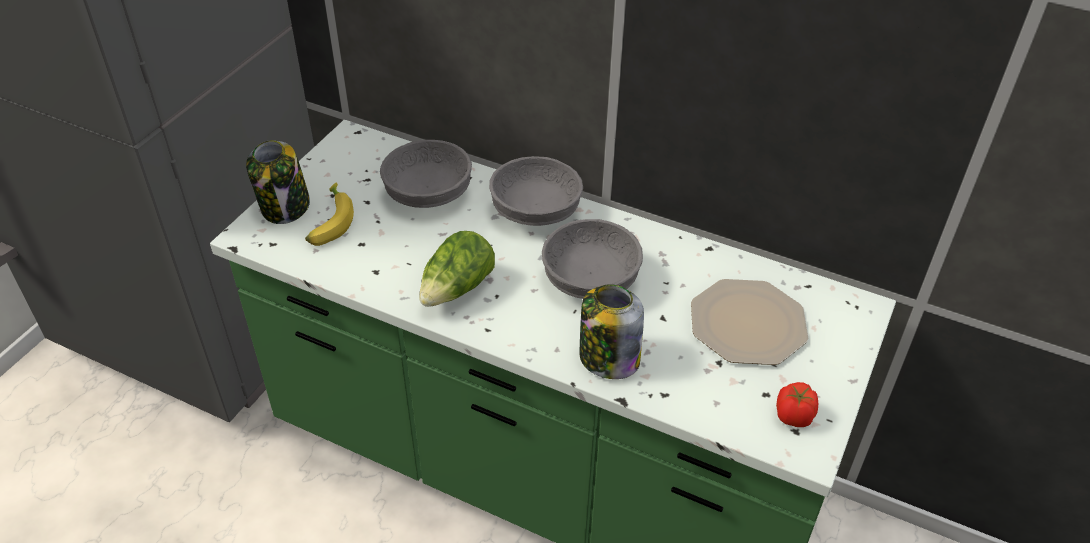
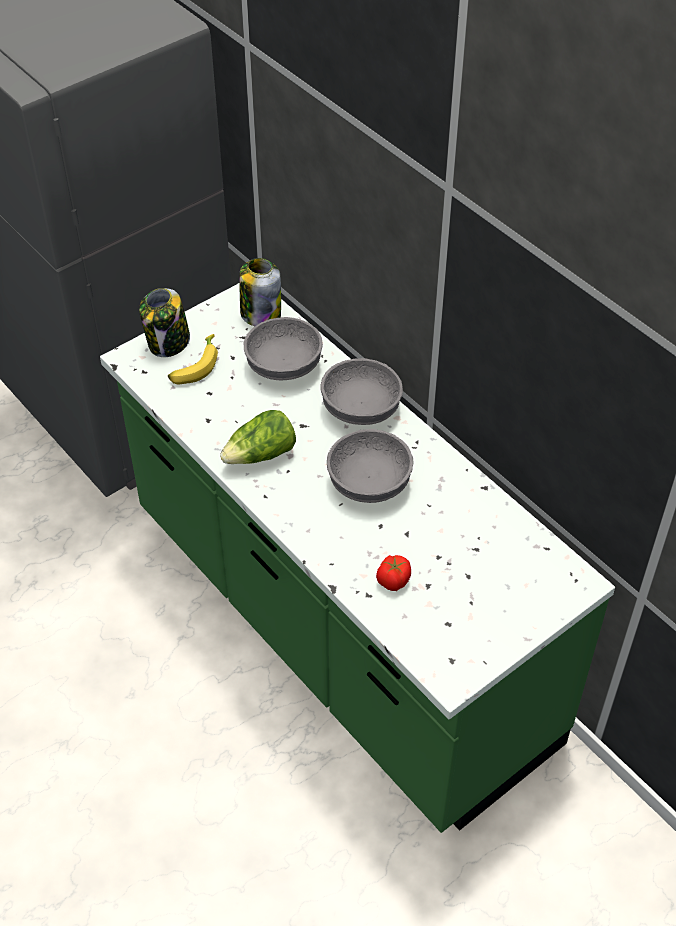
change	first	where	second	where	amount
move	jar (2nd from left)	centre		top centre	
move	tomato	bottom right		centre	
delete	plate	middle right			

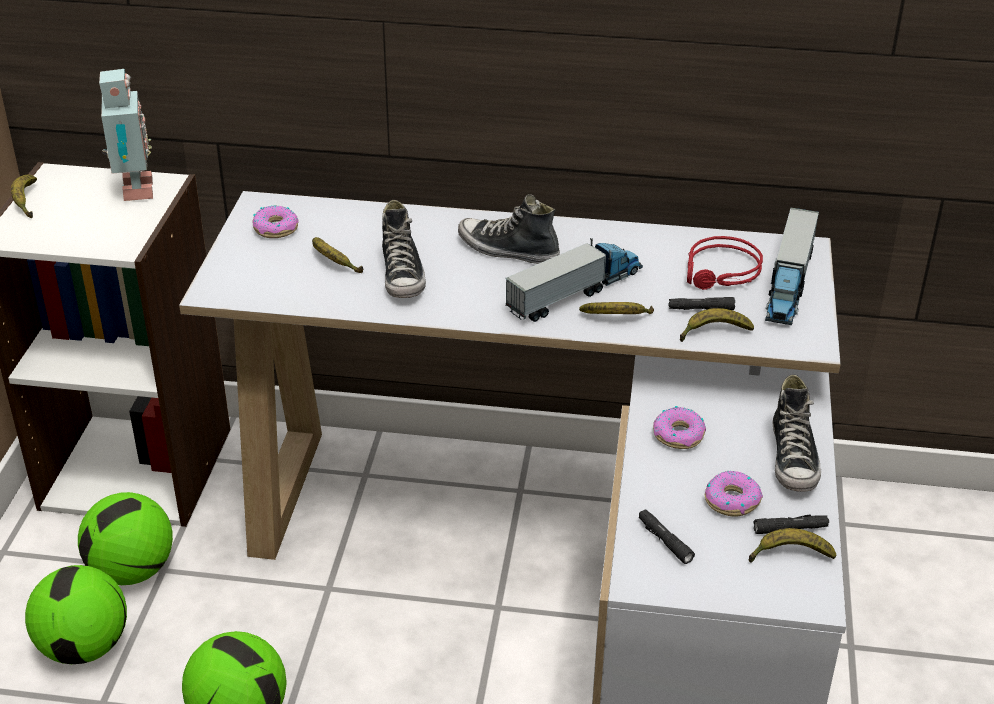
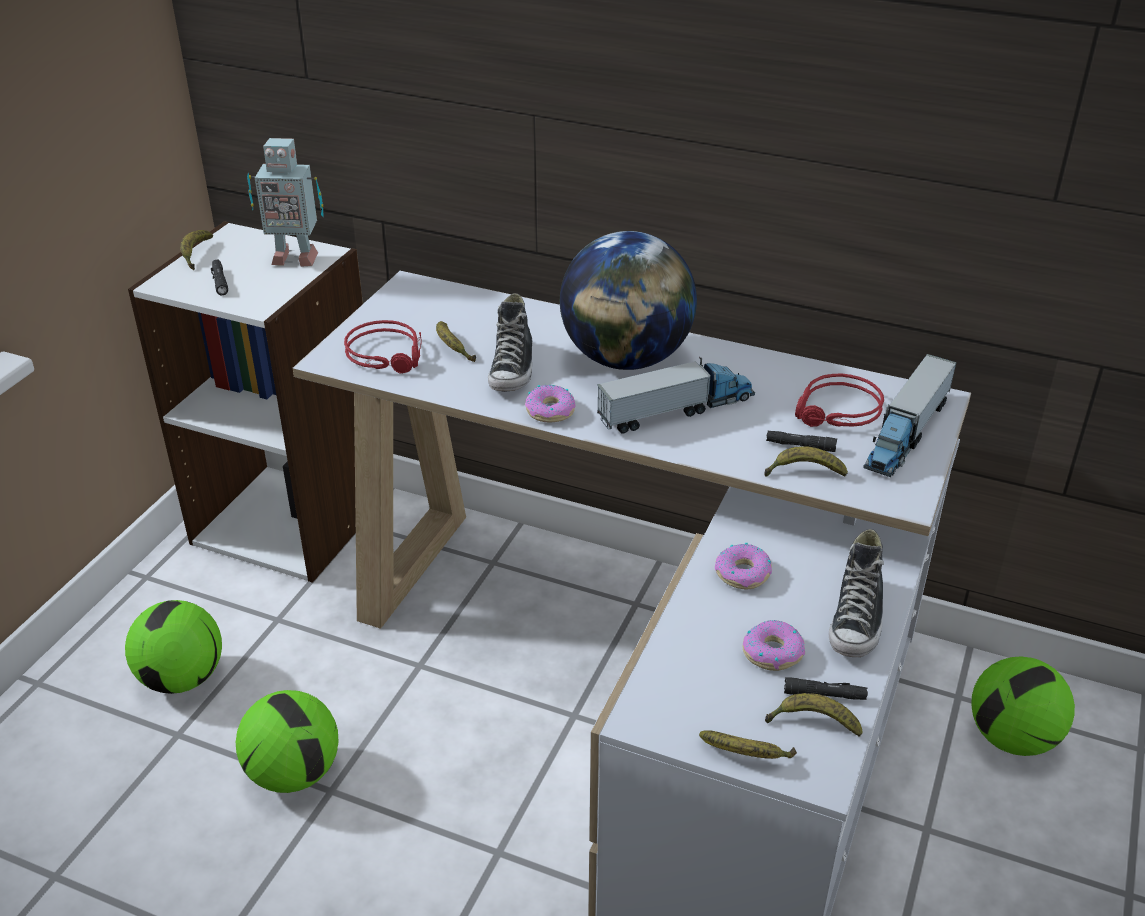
change	first	where	second	where	amount
move	flashlight (black) (1st from left)	bottom right		top left	
rotate	toy robot	top left		top left	90 degrees clockwise
insert			headphones (red) (1st from left)	centre	
move	donut (1st from left)	top left		centre	
replace	shoe (2nd from left)	top centre	globe	top centre	
move	banana (3rd from left)	centre		bottom centre	
move	football (2nd from left in the first image)	bottom left	football (3rd from left)	bottom right	

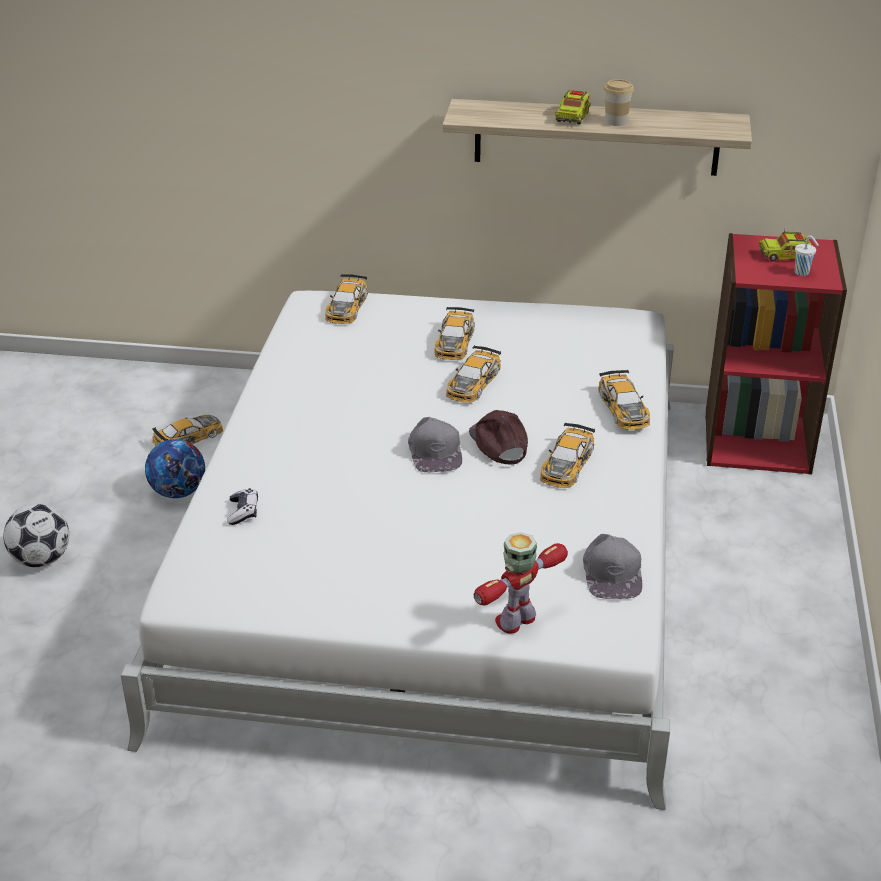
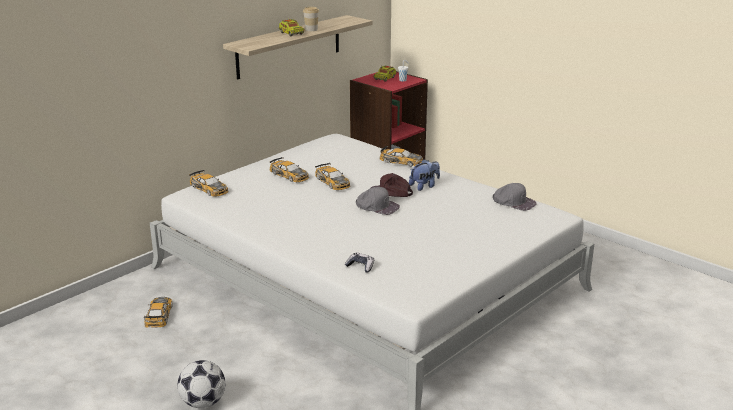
change	first	where	second	where	amount
replace	toy car (5th from left)	centre	plush toy	centre	
delete	football (2nd from left)	middle left			
delete	toy robot	centre			

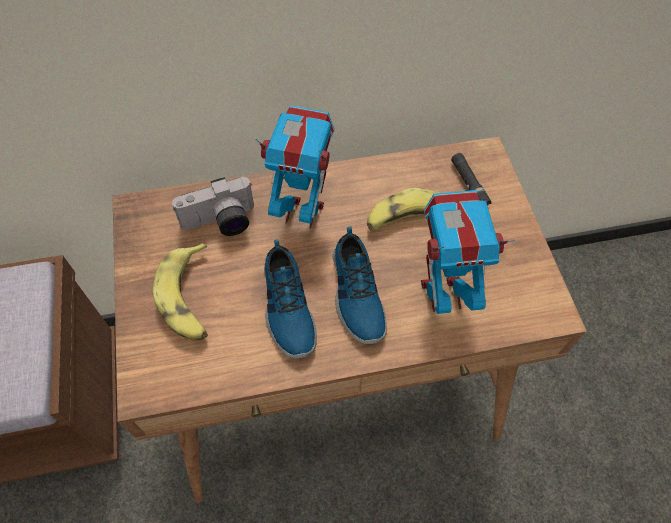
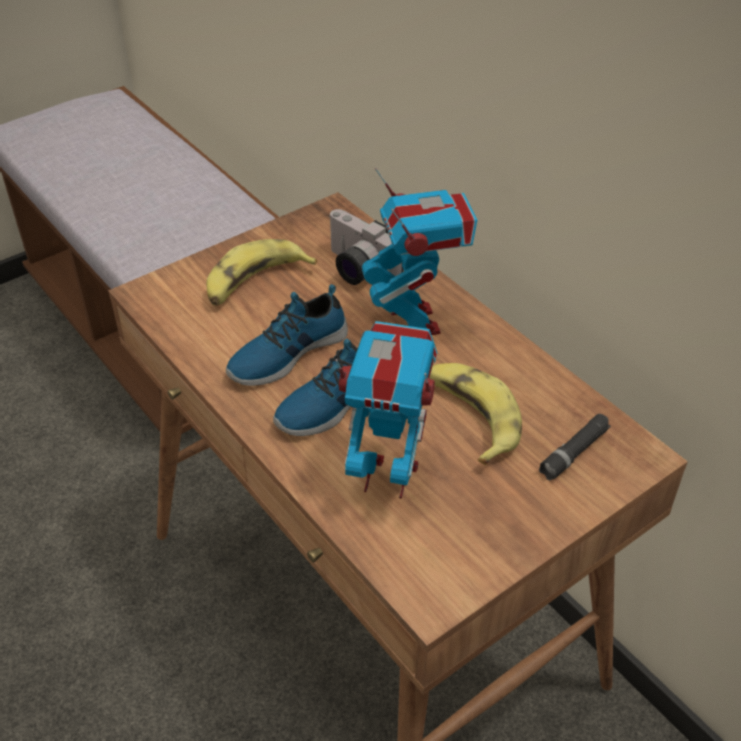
change	first	where	second	where	amount
rotate	toy robot (2nd from left in the first image)	middle right	toy robot (1st from left)	centre	45 degrees counterclockwise

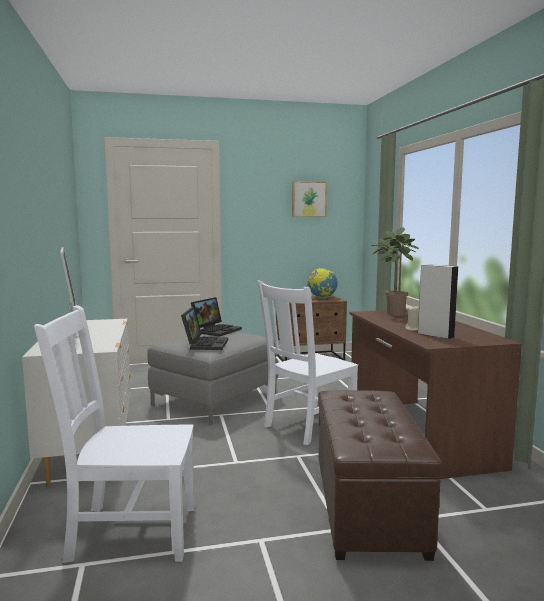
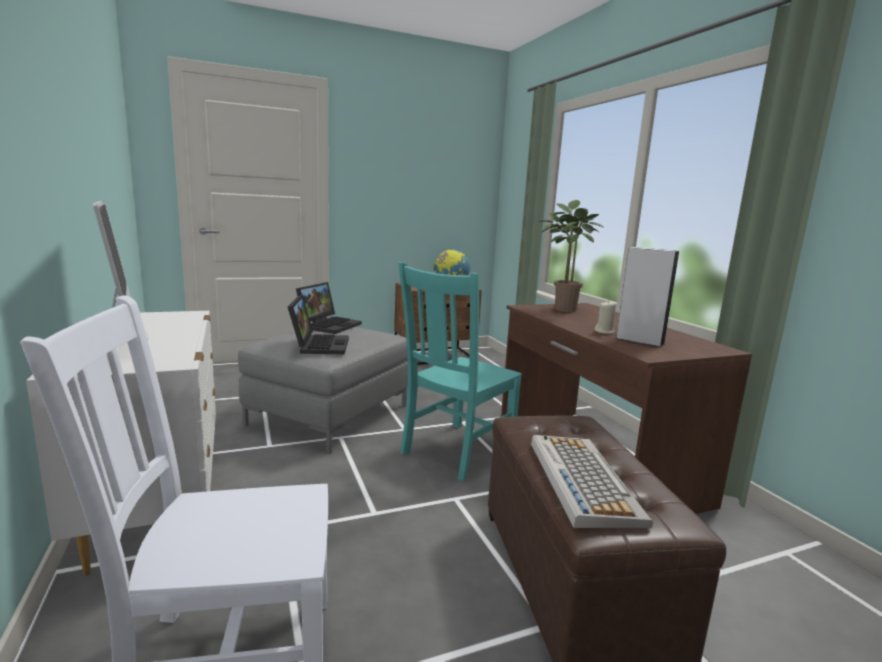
change	first	where	second	where	amount
recolor	chair (white) (2nd from left)	centre	chair (turquoise)	centre	
insert			keyboard	bottom right	
delete	picture	top centre			

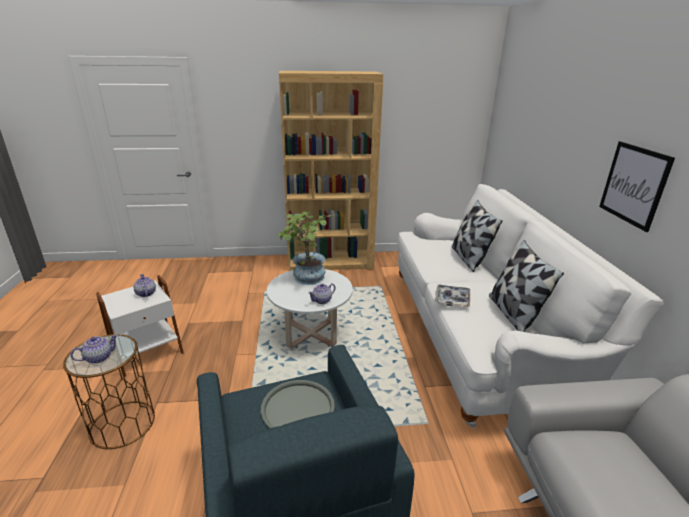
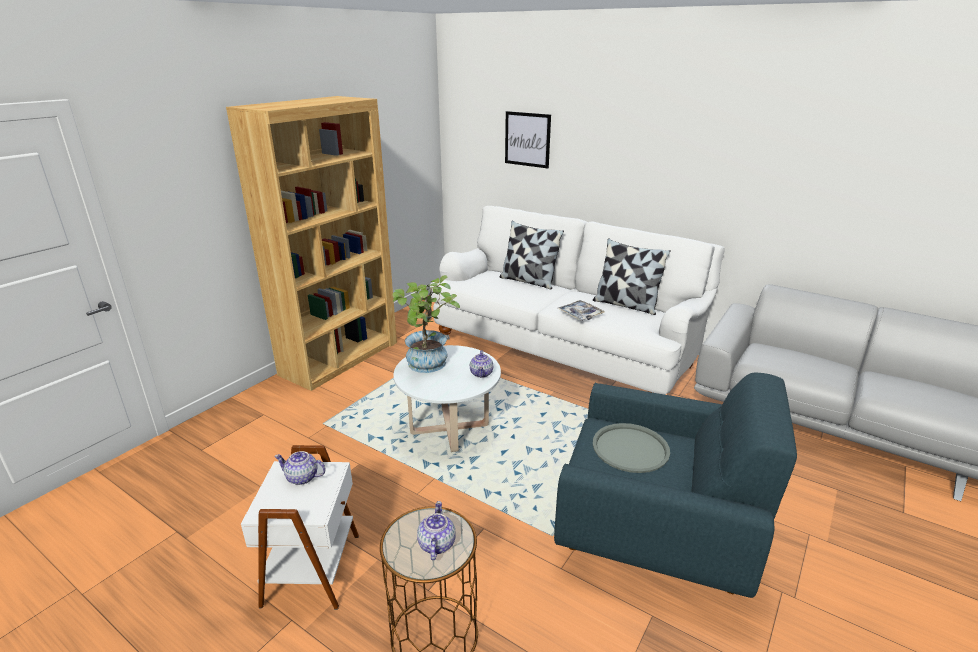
change	first	where	second	where	amount
move	picture	middle right		top centre	

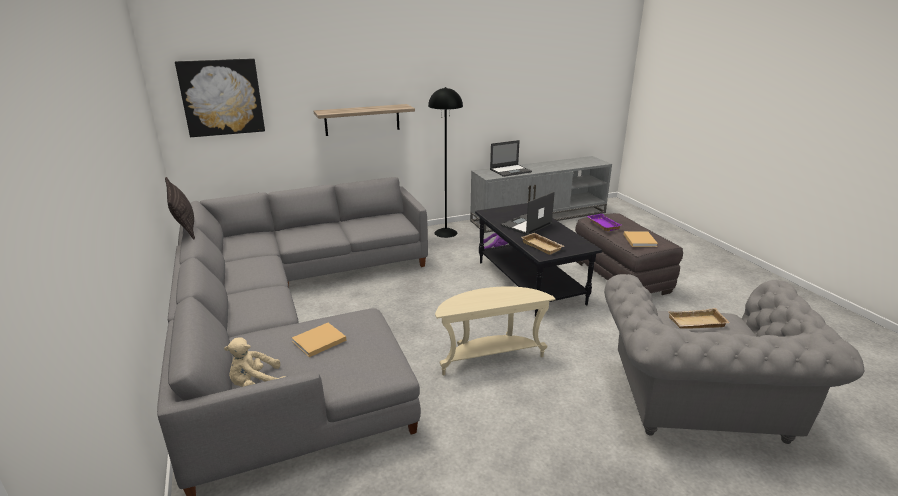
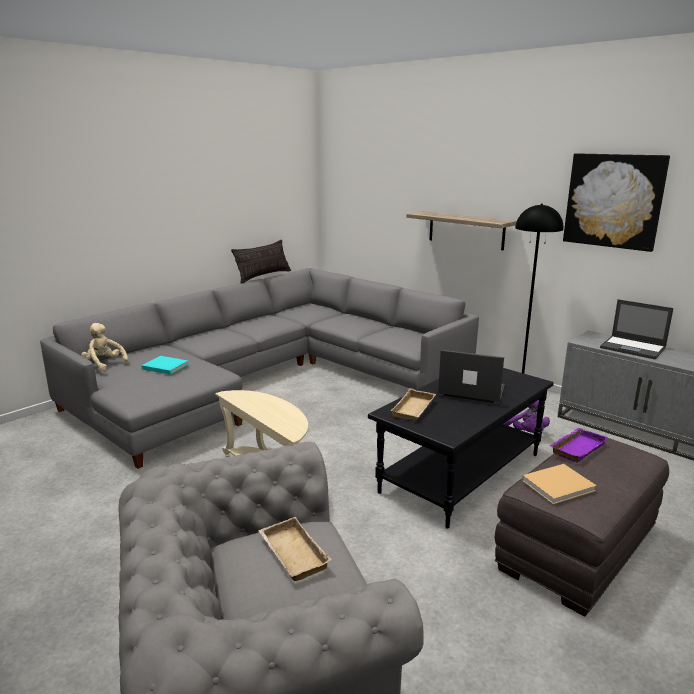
change	first	where	second	where	amount
recolor	book (beige) (1st from left)	bottom centre	book (turquoise)	middle left	
move	picture	top left		top right	

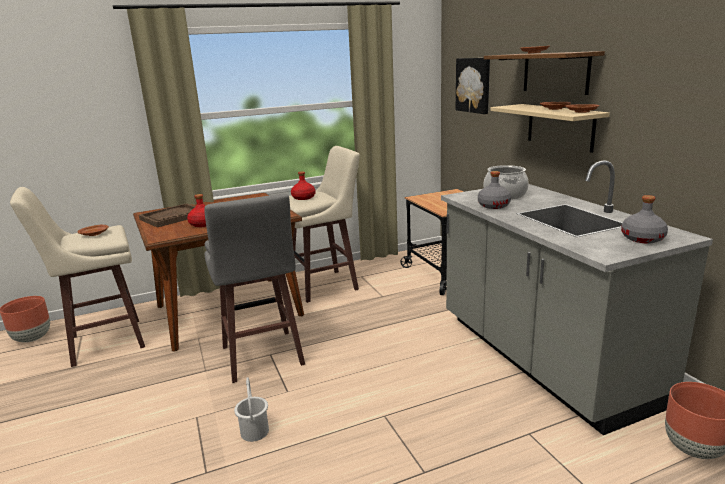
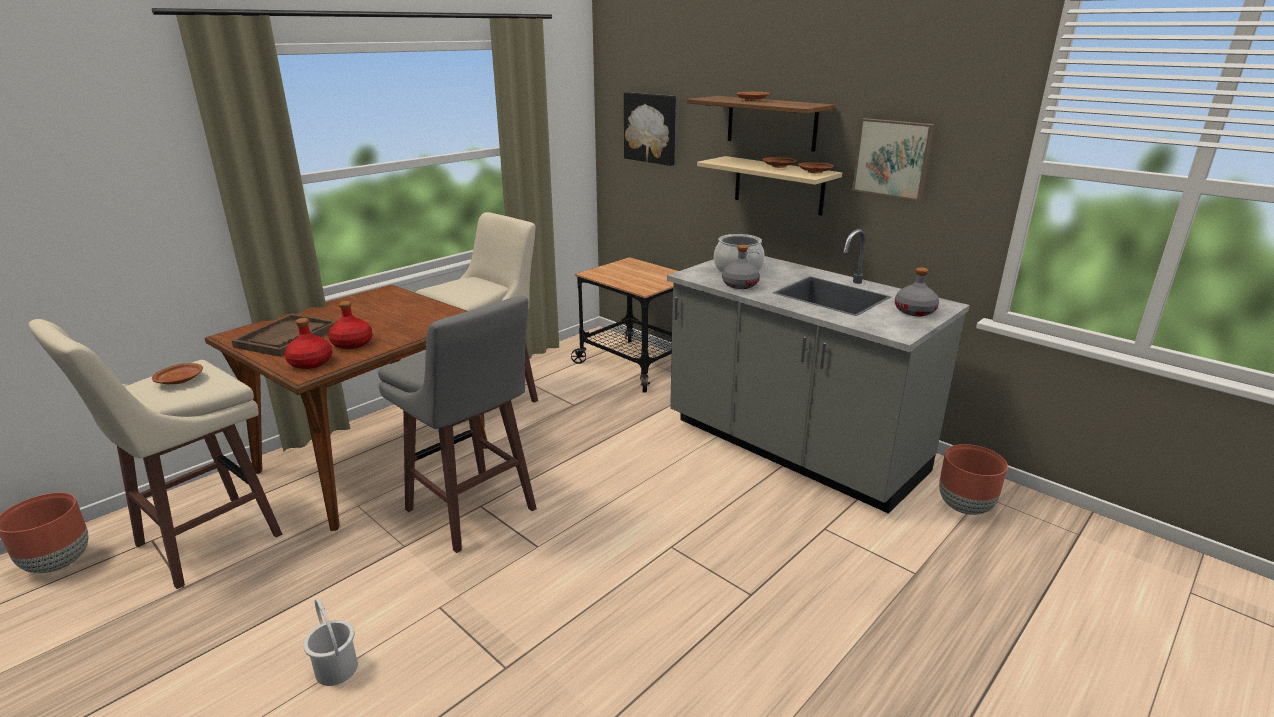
change	first	where	second	where	amount
move	bottle (red) (2nd from left in the first image)	centre	bottle (red) (1st from left)	middle left	
move	bucket (white)	bottom centre		bottom left	
insert			picture (2nd from left)	top right	

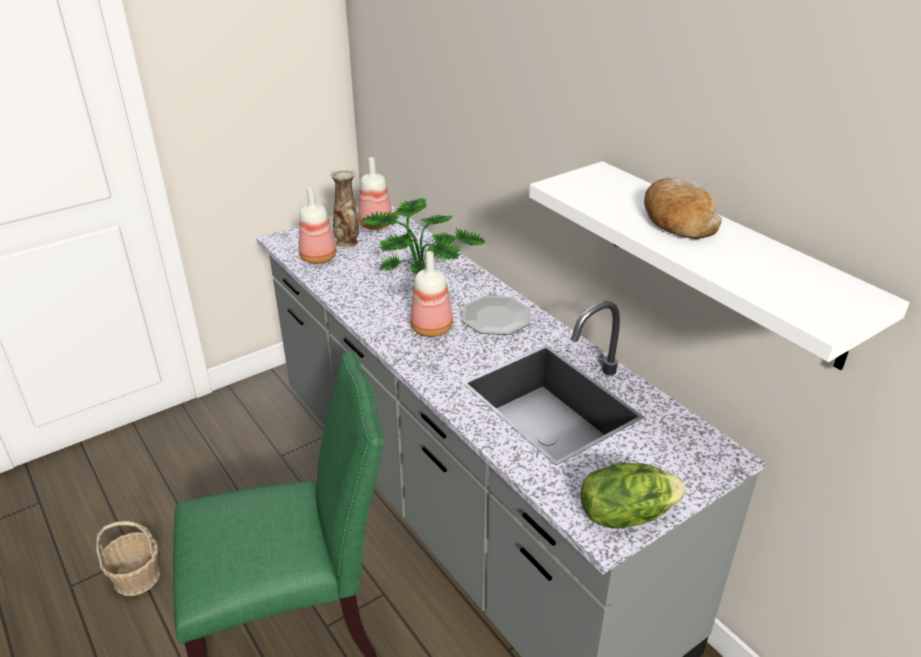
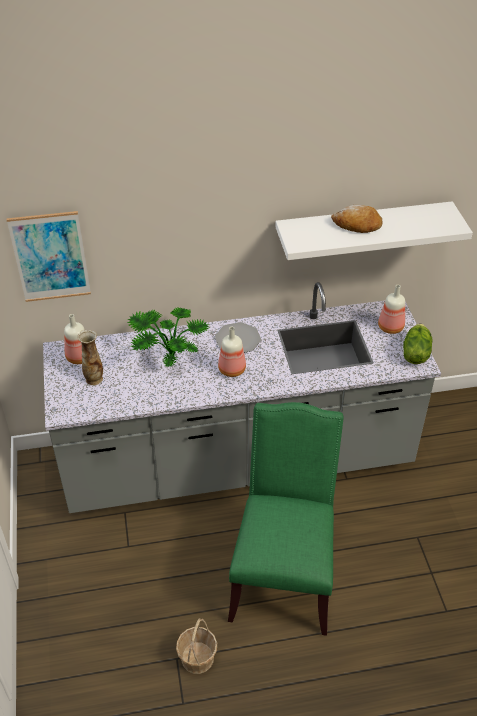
change	first	where	second	where	amount
insert			picture	middle left	
move	bottle (1st from left in the first image)	centre	bottle (3rd from left)	middle right	

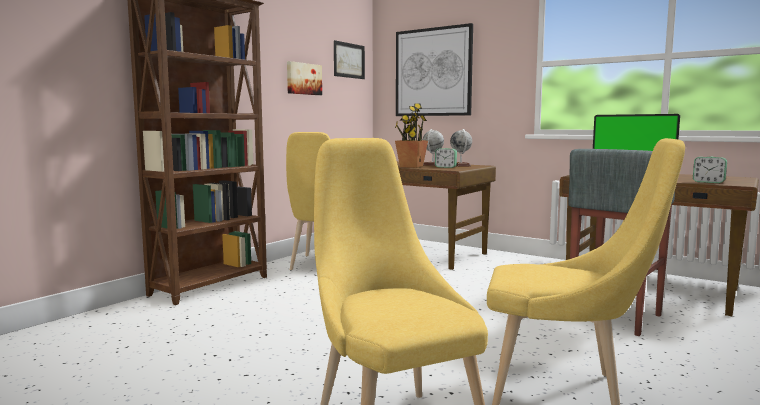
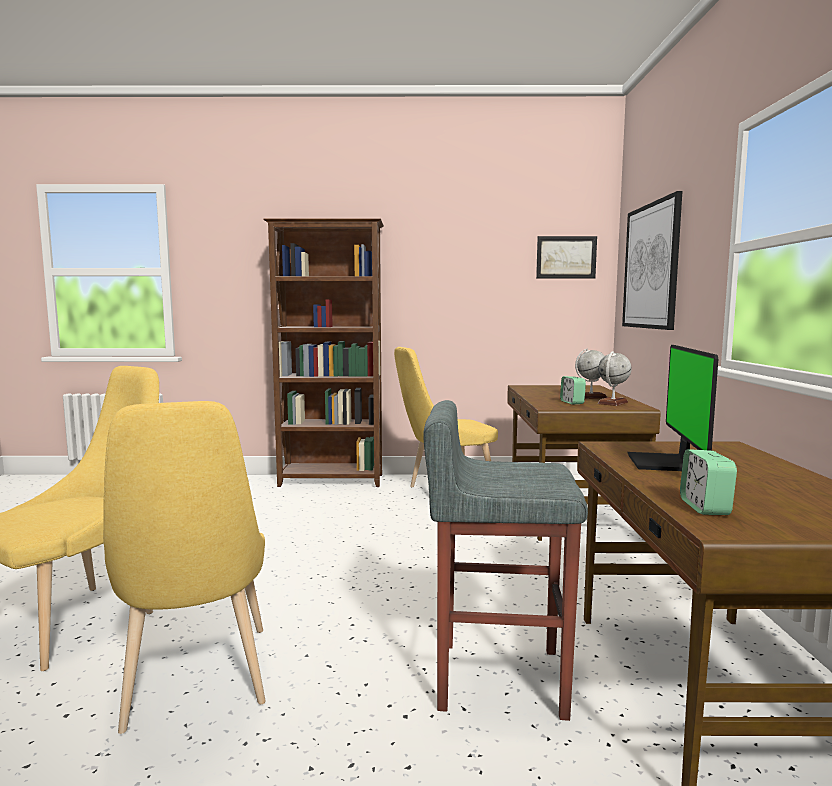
change	first	where	second	where	amount
delete	picture (1st from left)	top centre			
delete	potted plant	centre			

